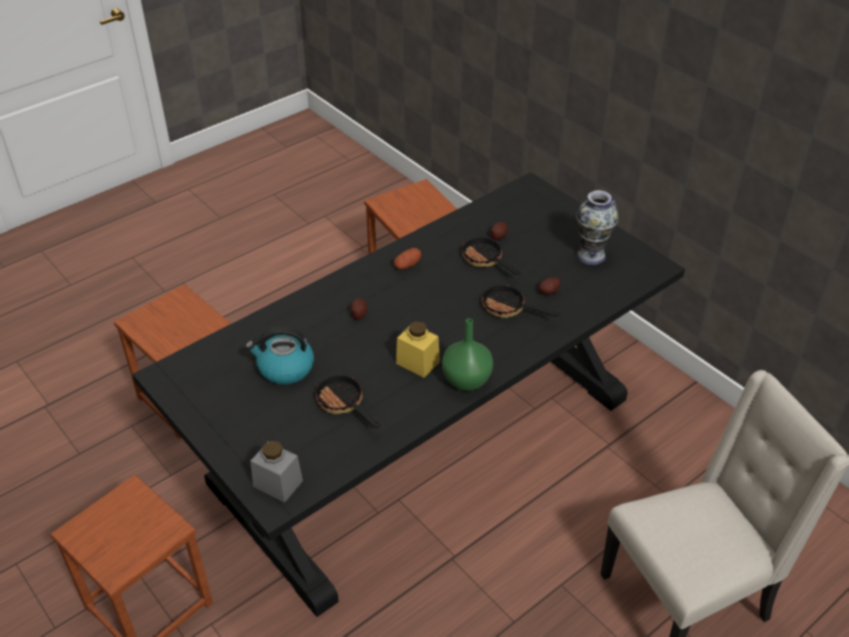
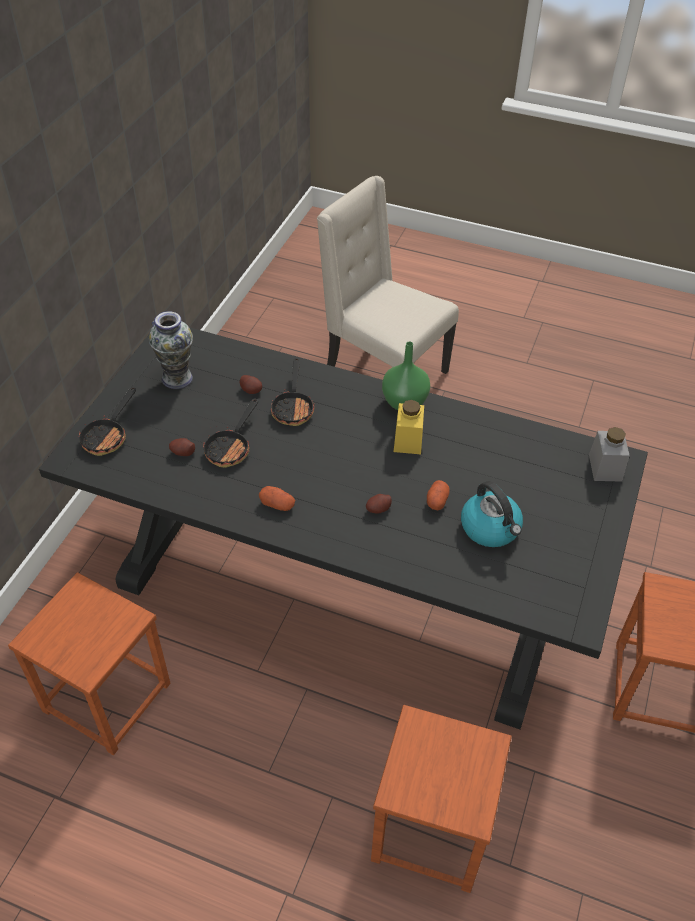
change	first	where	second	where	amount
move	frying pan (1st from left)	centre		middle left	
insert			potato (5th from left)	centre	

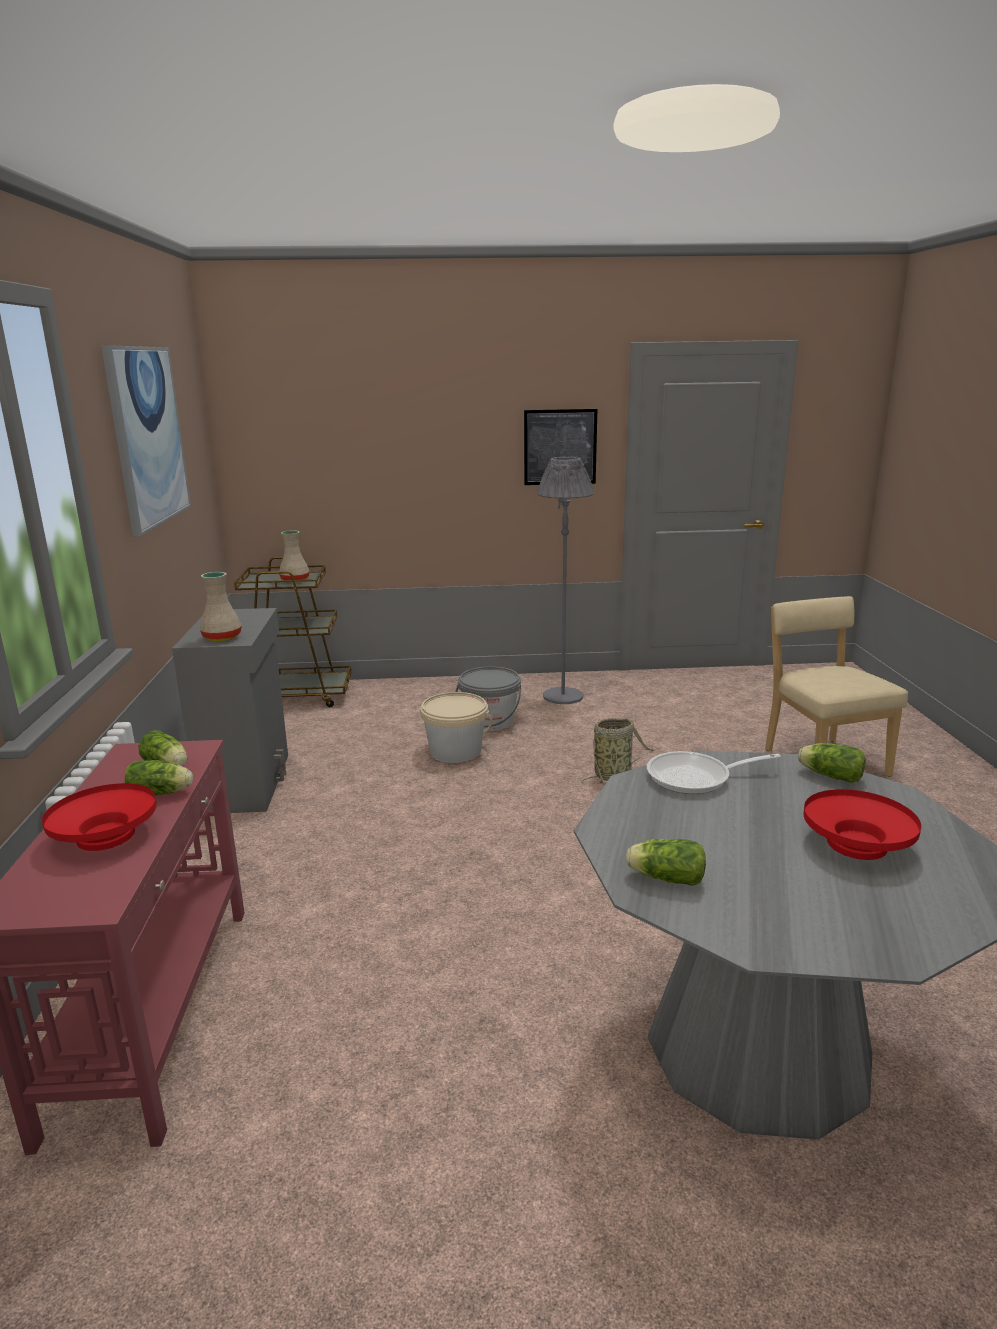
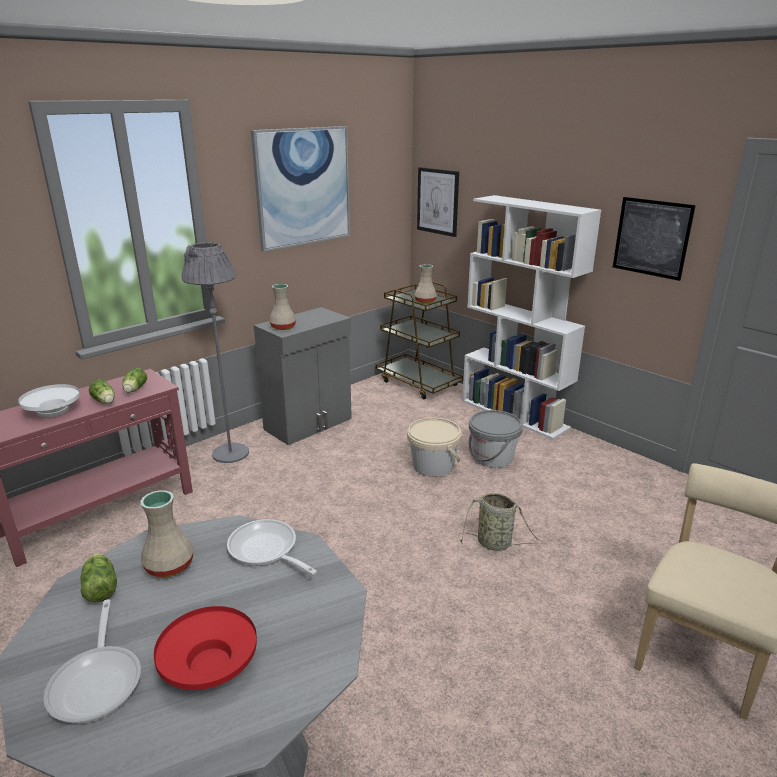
change	first	where	second	where	amount
recolor	bowl (red) (1st from left)	middle left	bowl (white)	middle left	
insert			frying pan (1st from left)	bottom left	
insert			vase (beige) (1st from left)	bottom left	
move	floor lamp (grey)	centre		middle left	
insert			picture (2nd from left)	top centre	
insert			bookcase (white)	middle right	
delete	lettuce (4th from left)	middle right			

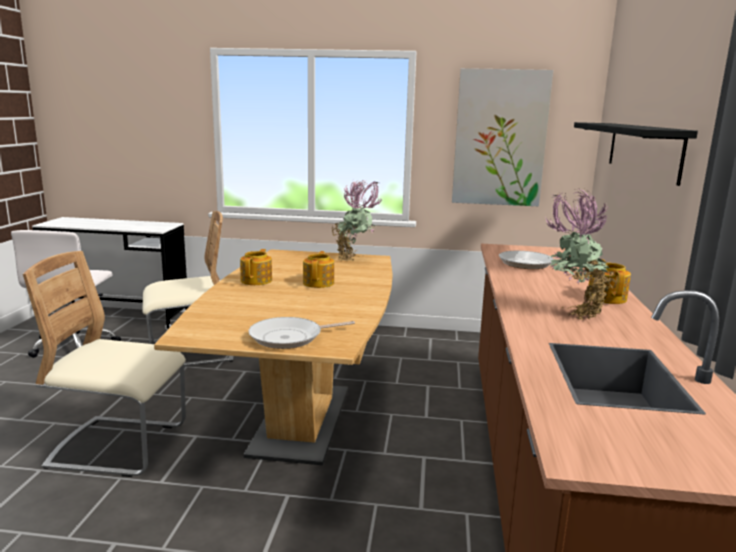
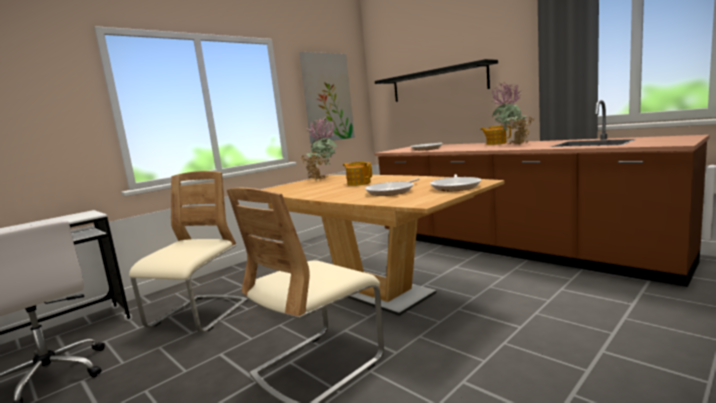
change	first	where	second	where	amount
insert			frying pan (1st from left)	centre	
delete	teapot (1st from left)	centre			

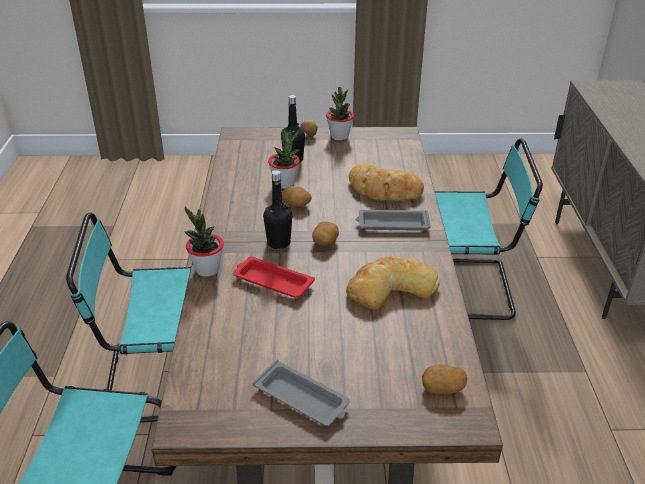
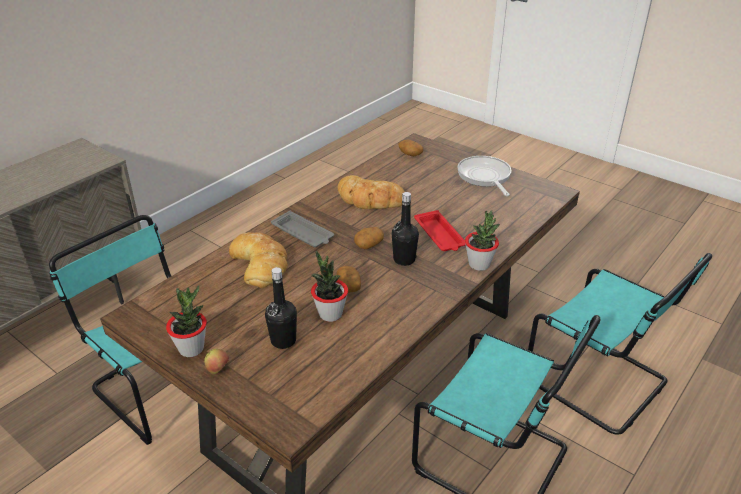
change	first	where	second	where	amount
replace	tray (grey) (1st from left)	bottom centre	frying pan	centre	

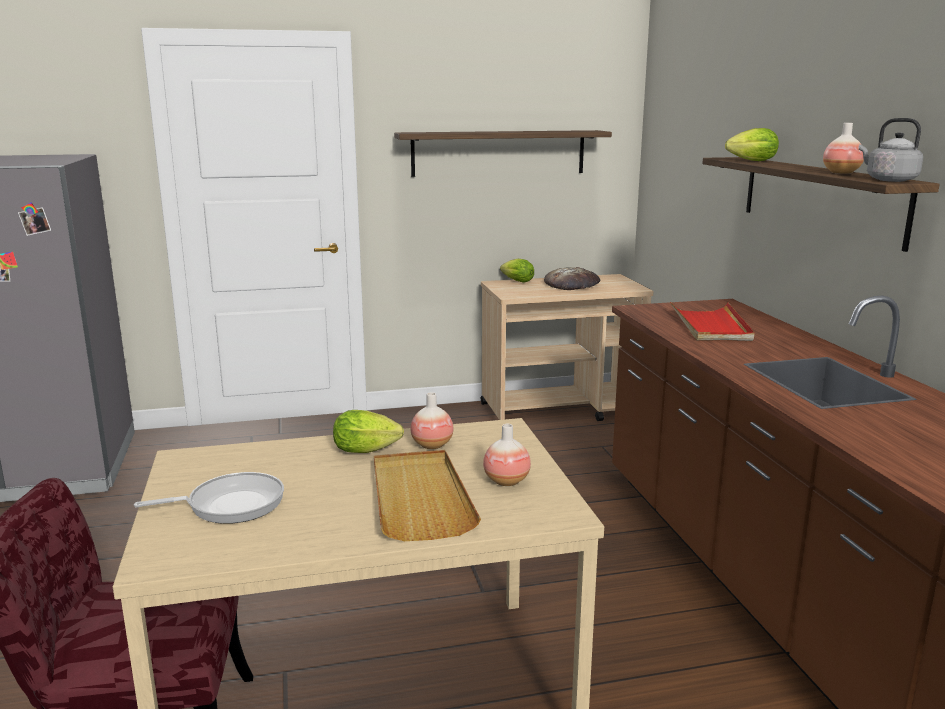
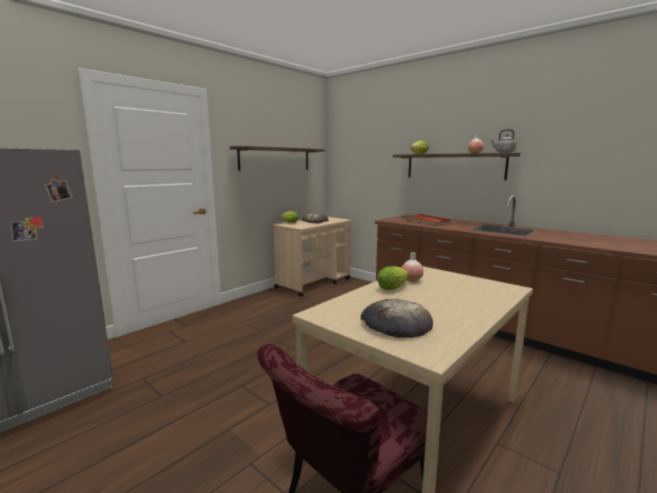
change	first	where	second	where	amount
replace	frying pan	bottom left	bread (2nd from left)	centre	
delete	tray (beige)	bottom centre			
delete	vase (2nd from left)	centre			

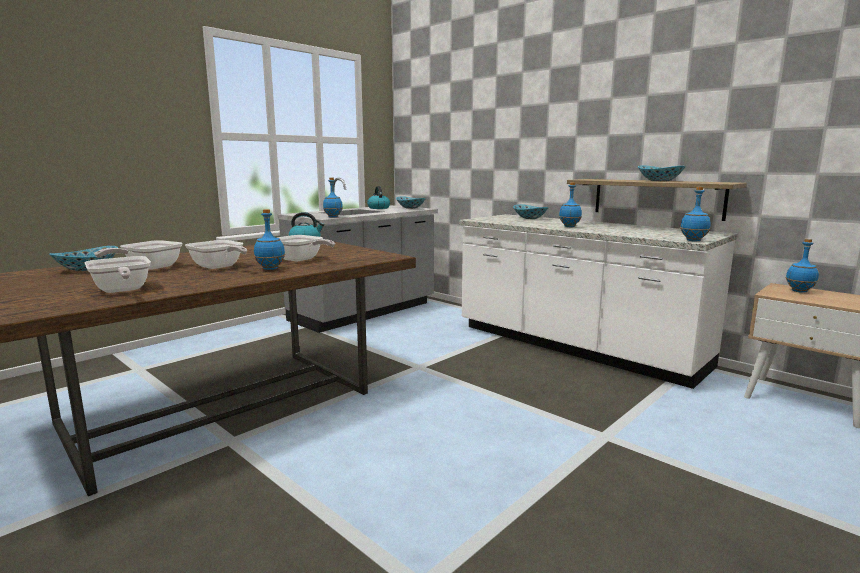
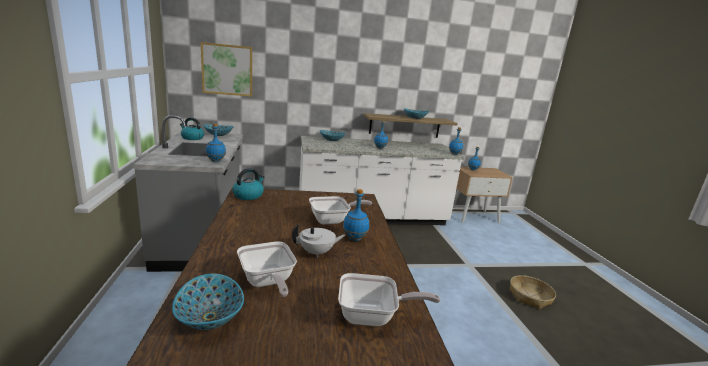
change	first	where	second	where	amount
insert			picture	top left	
replace	frying pan (3rd from left)	middle left	teapot (white)	centre	
insert			basket	bottom right	

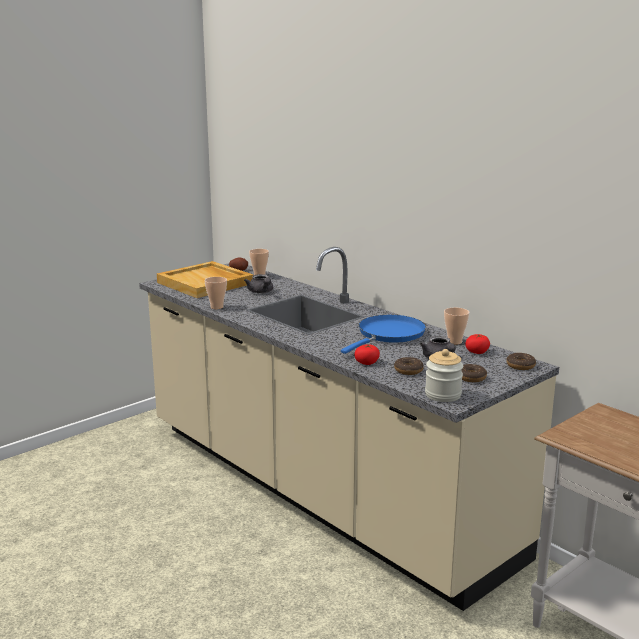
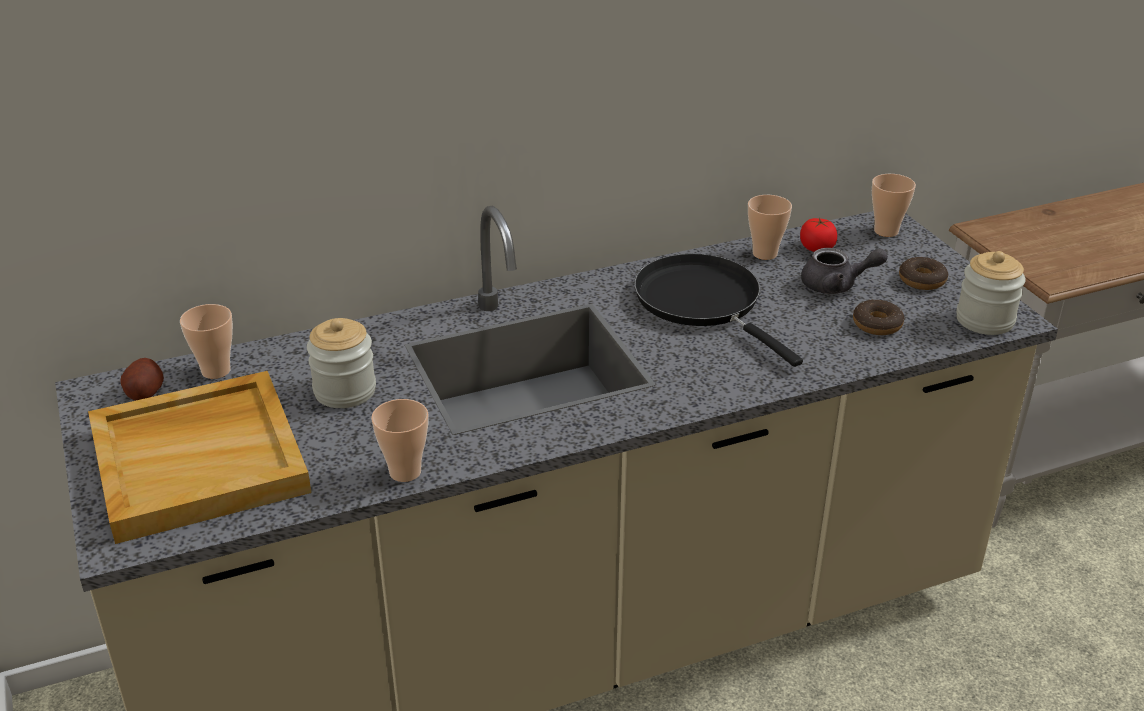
change	first	where	second	where	amount
replace	teapot (grey) (1st from left)	centre	jar (1st from left)	middle left	
recolor	frying pan (blue)	centre	frying pan (black)	centre	
replace	donut (3rd from left)	middle right	cup (4th from left)	top right	
delete	tomato (1st from left)	centre			

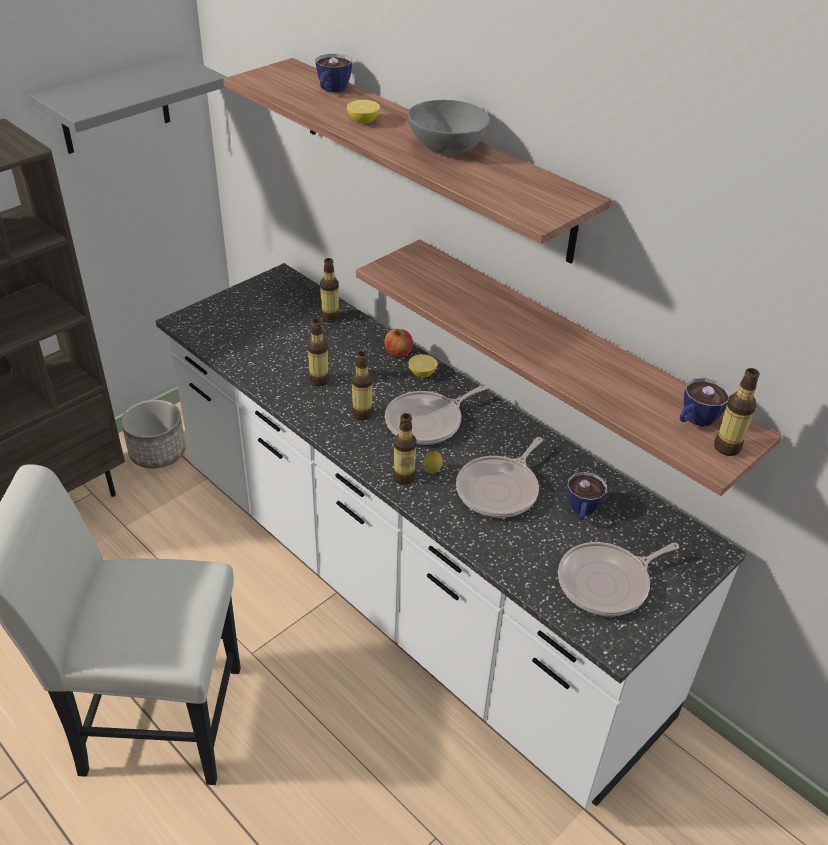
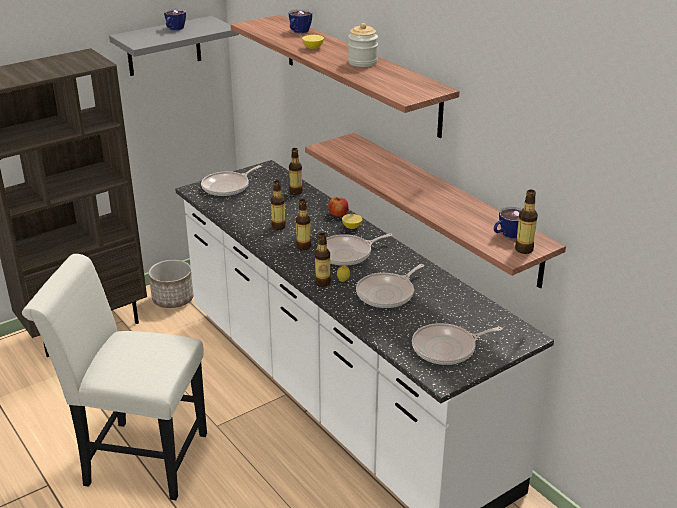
change	first	where	second	where	amount
move	cup (2nd from left in the first image)	middle right	cup (1st from left)	top left	
insert			frying pan (1st from left)	centre	
replace	bowl (grey)	top centre	jar	top centre	

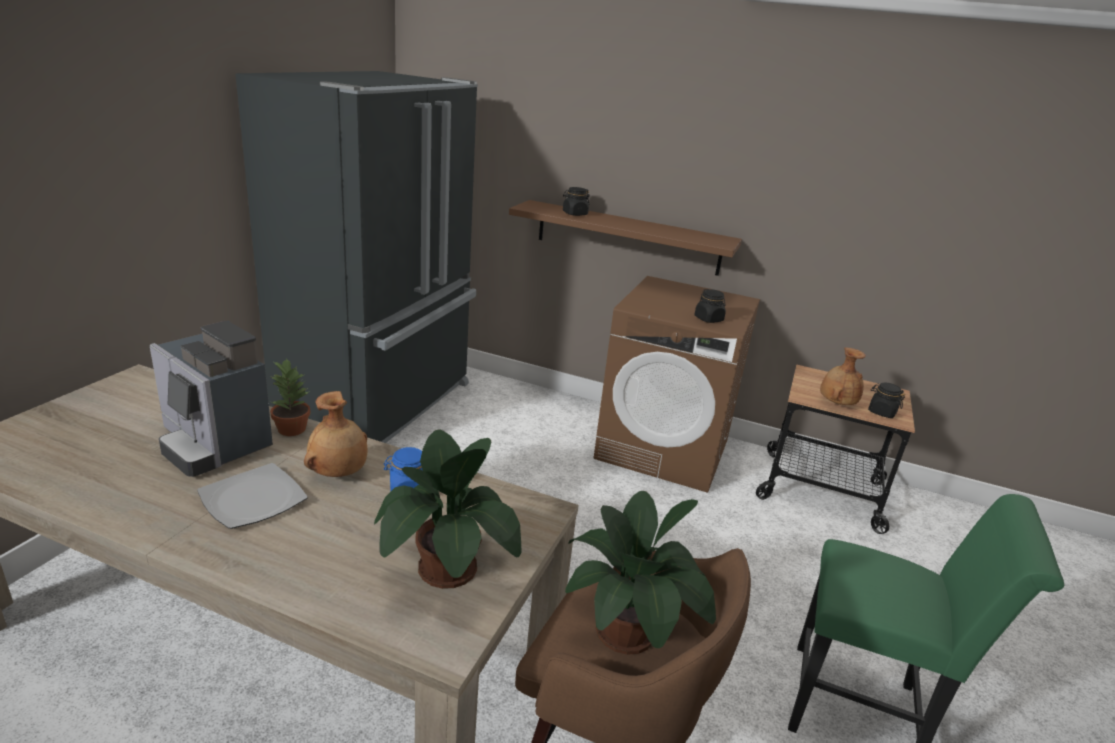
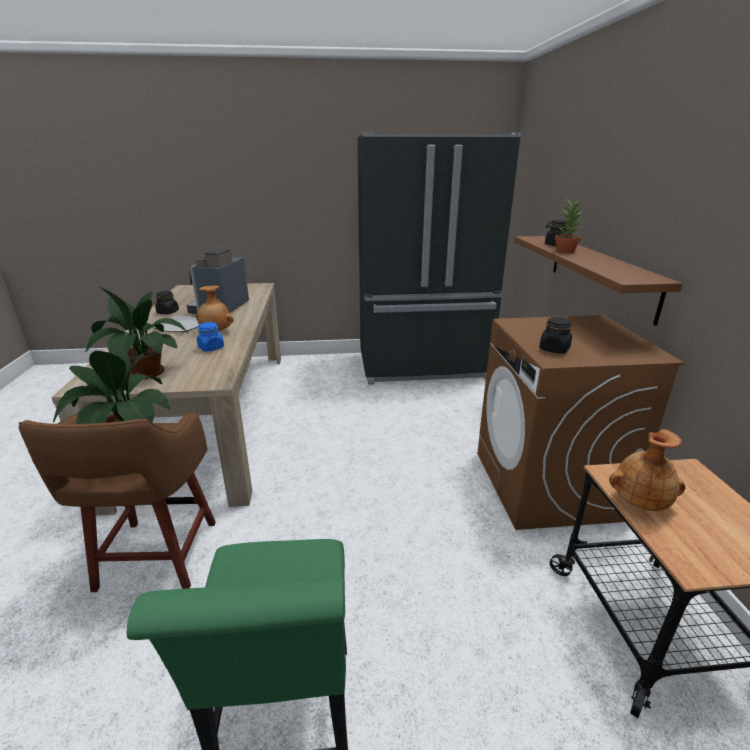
change	first	where	second	where	amount
move	jar (black) (3rd from left in the first image)	middle right	jar (black) (1st from left)	middle left	
move	potted plant (1st from left in the first image)	middle left	potted plant (3rd from left)	top right	

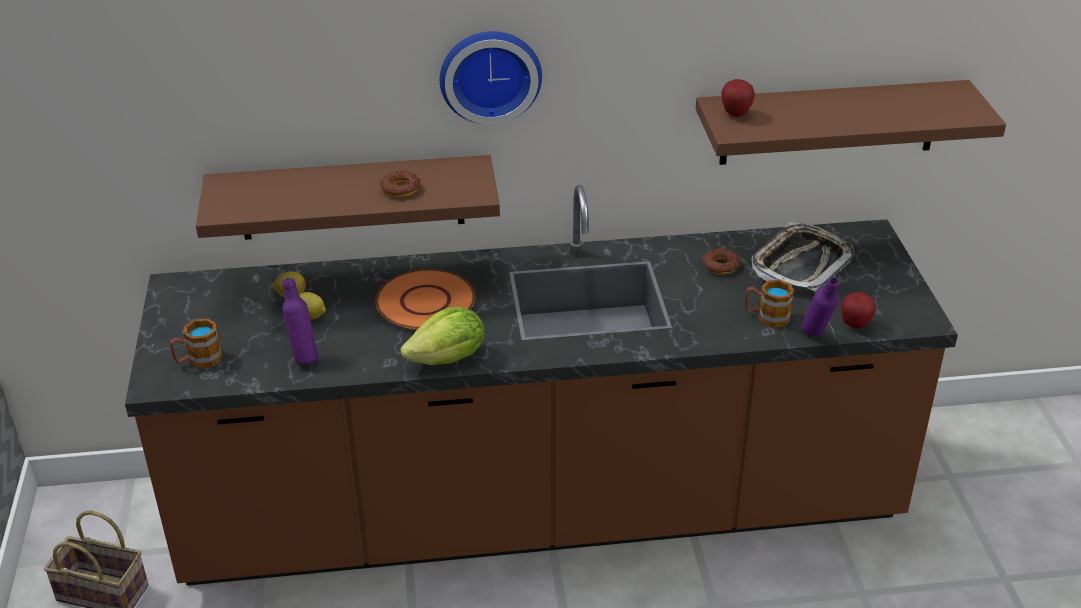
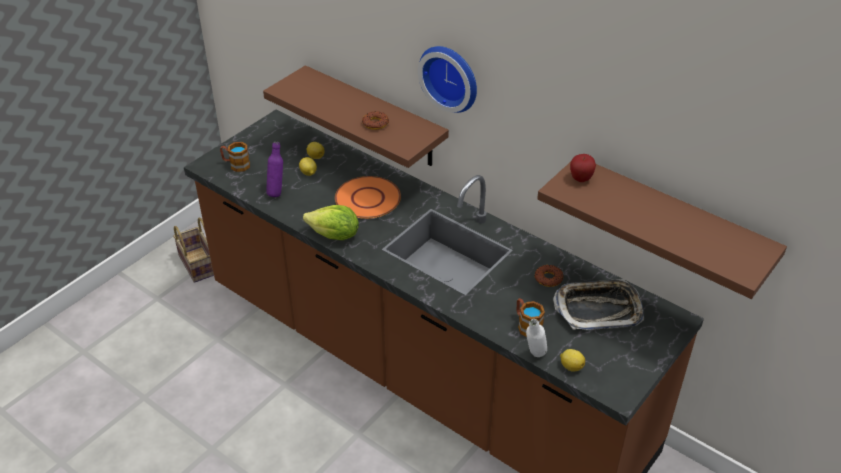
change	first	where	second	where	amount
recolor	bottle (purple) (2nd from left)	middle right	bottle (white)	bottom centre	
replace	apple (2nd from left)	middle right	lemon (3rd from left)	bottom right	

